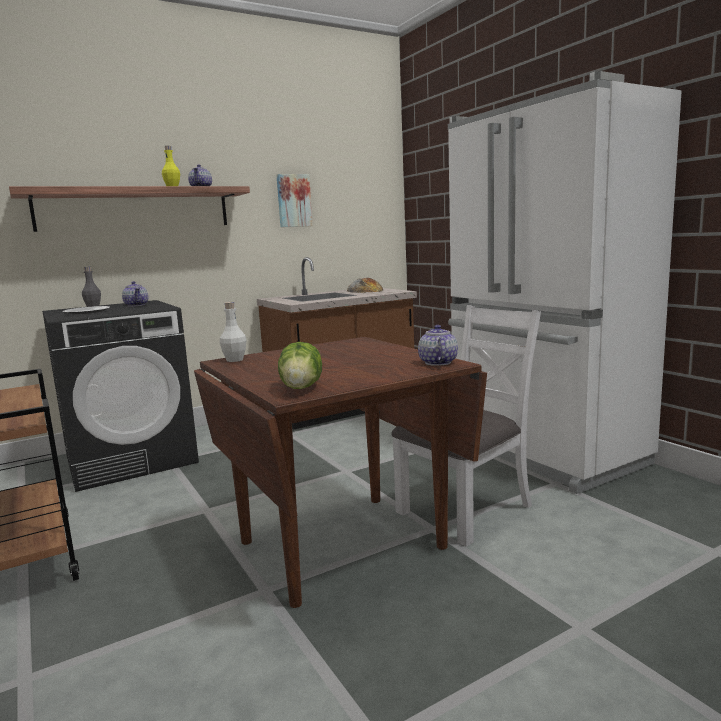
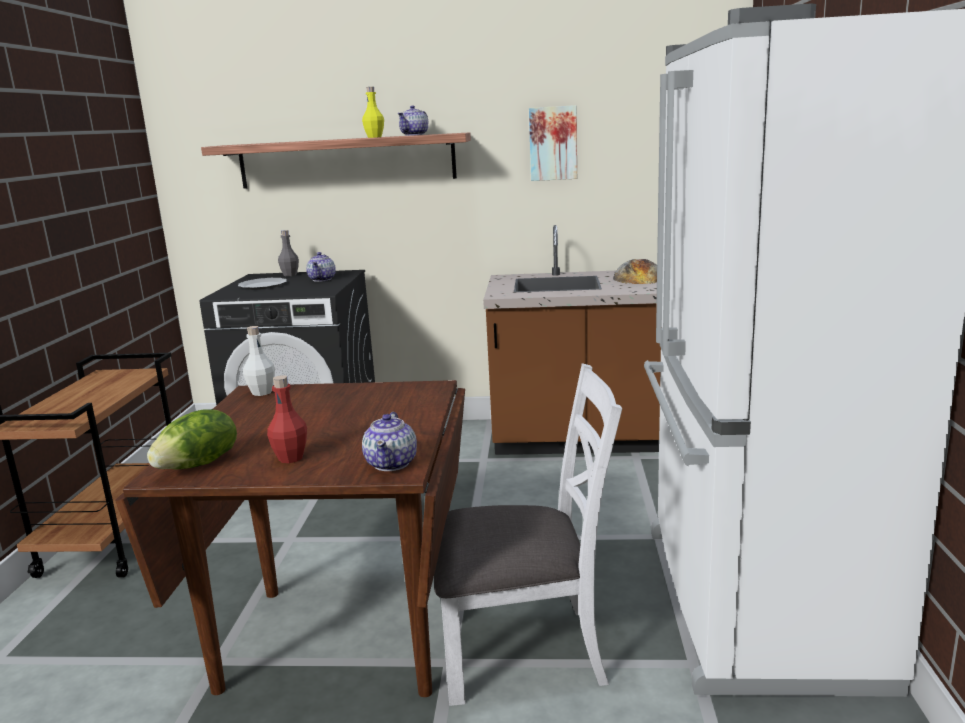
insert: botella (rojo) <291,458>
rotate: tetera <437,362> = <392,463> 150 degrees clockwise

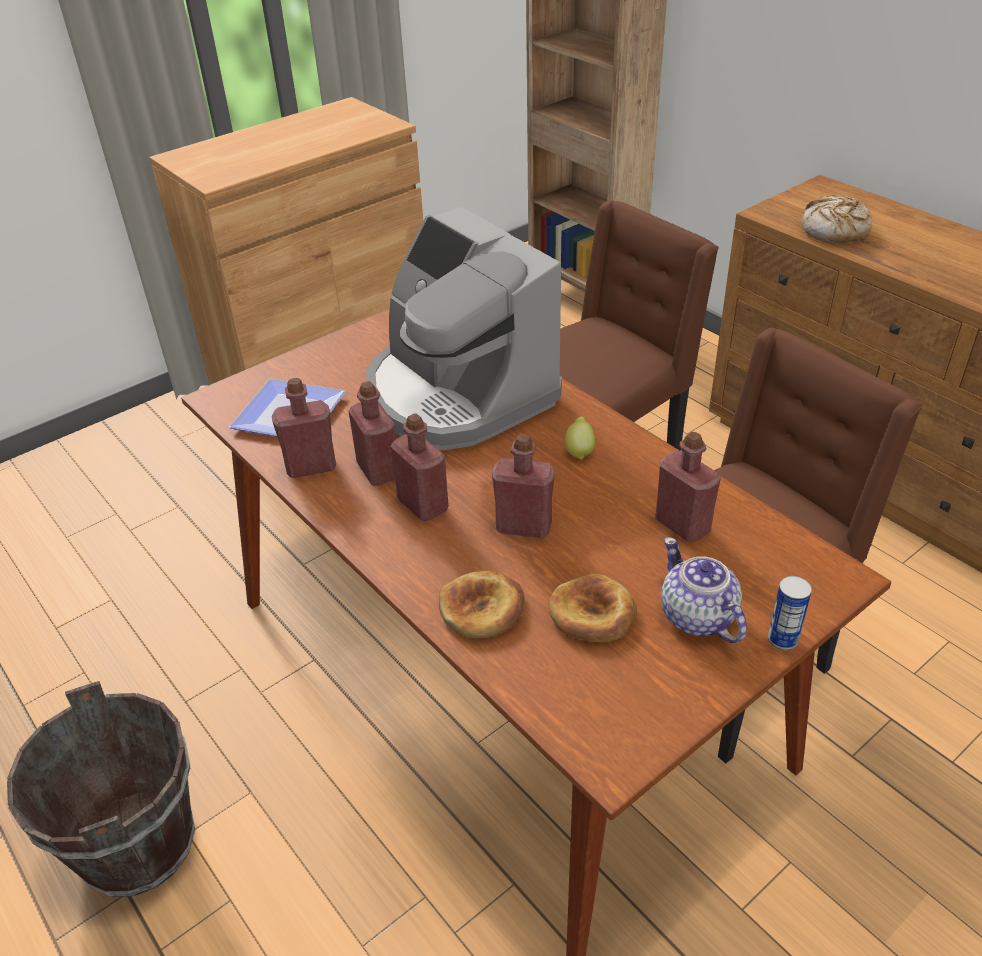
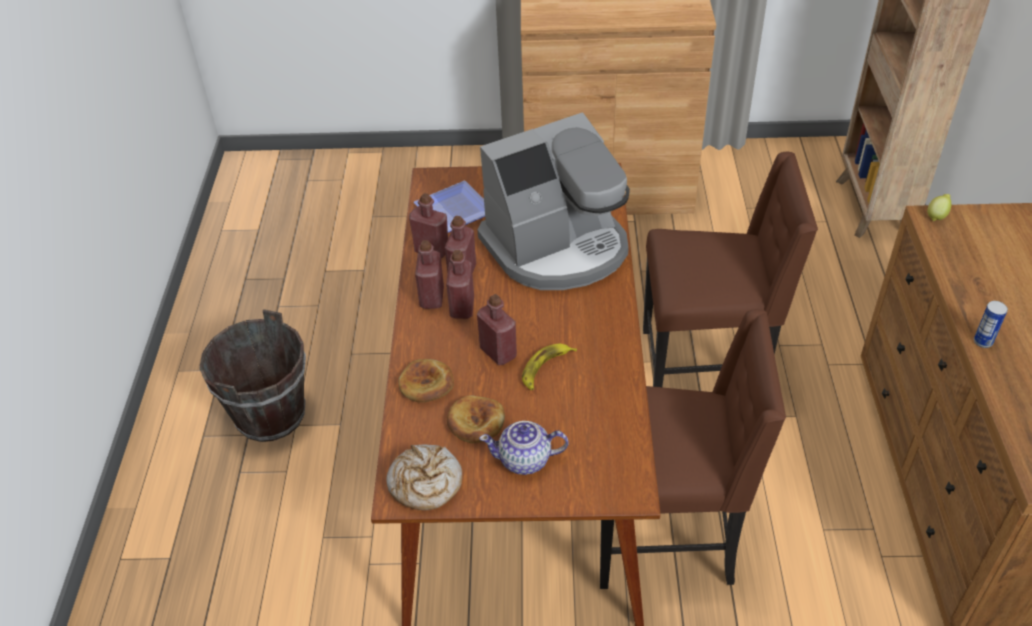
insert: plátano <545,368>
move: pan <834,230> to <425,483>; limón <579,451> to <937,216>; botella (rojo) <682,525> to <432,298>; lata <782,640> to <983,341>
rotate: cafetera <457,394> = <557,248> 120 degrees counterclockwise; tetera <697,617> = <525,460> 105 degrees counterclockwise

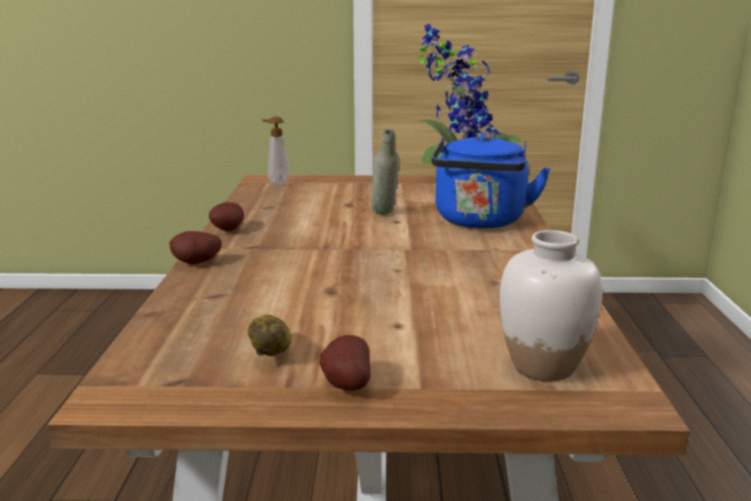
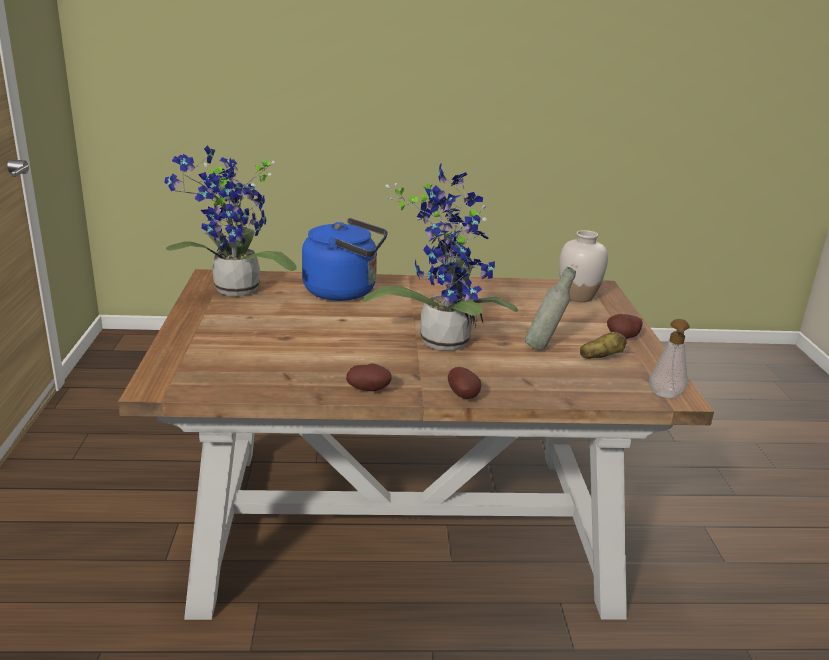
insert: planta en maceta <443,339>
move: dispensador de jabón <276,183> to <665,396>; botella (gris) <385,215> to <544,348>

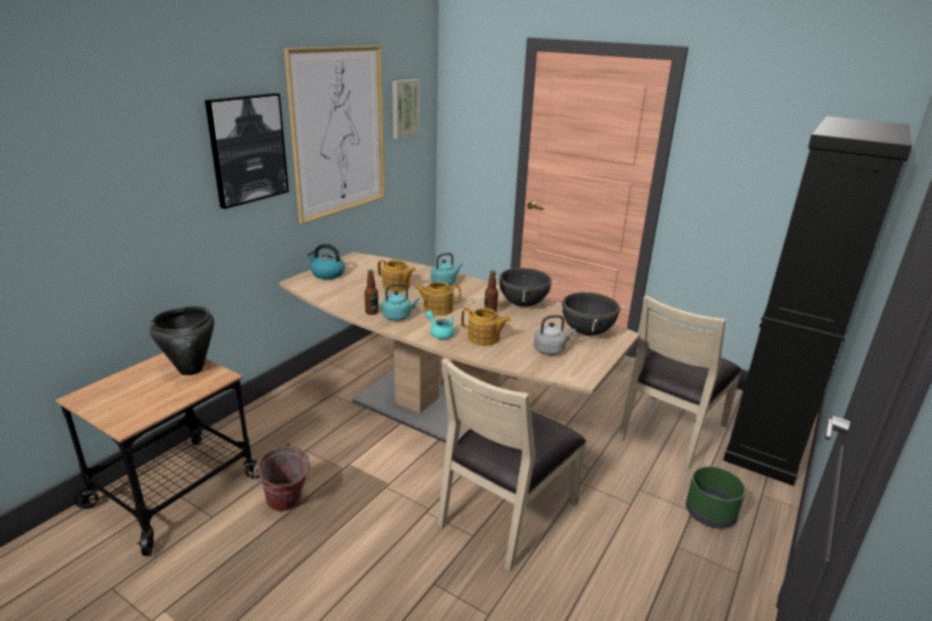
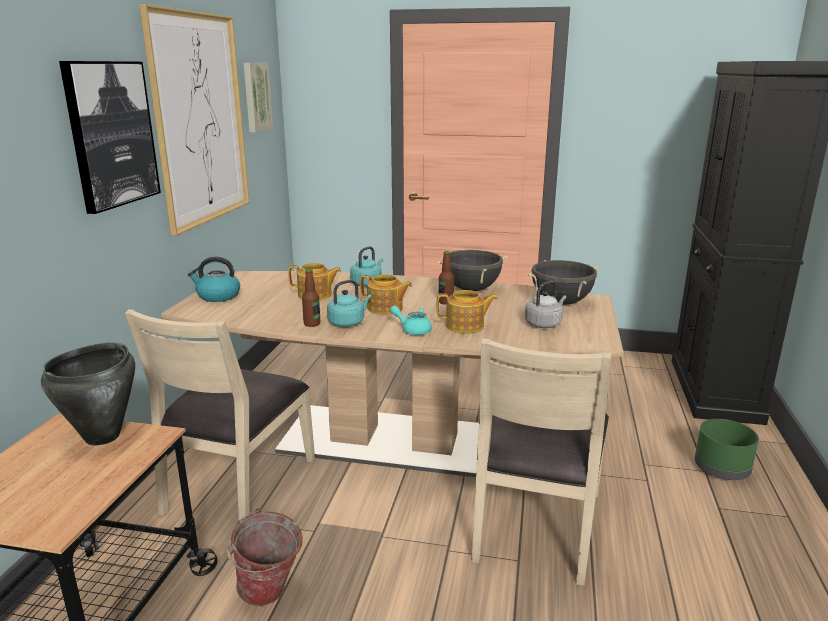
move: silla (beis) <670,431> to <238,485>
rotate: tetera <437,309> = <385,308> 135 degrees counterclockwise

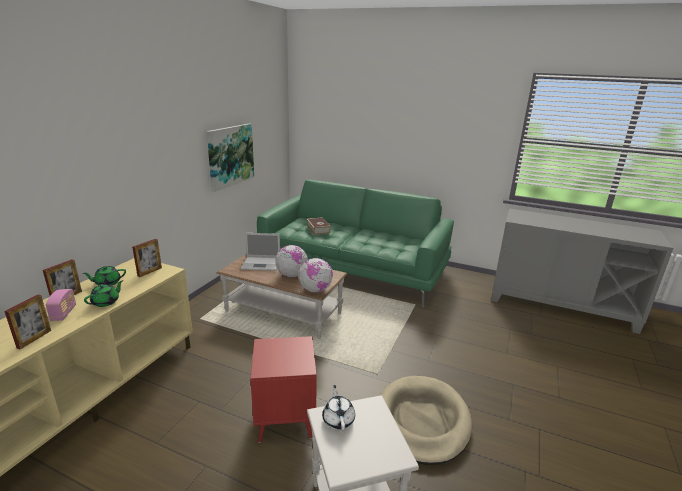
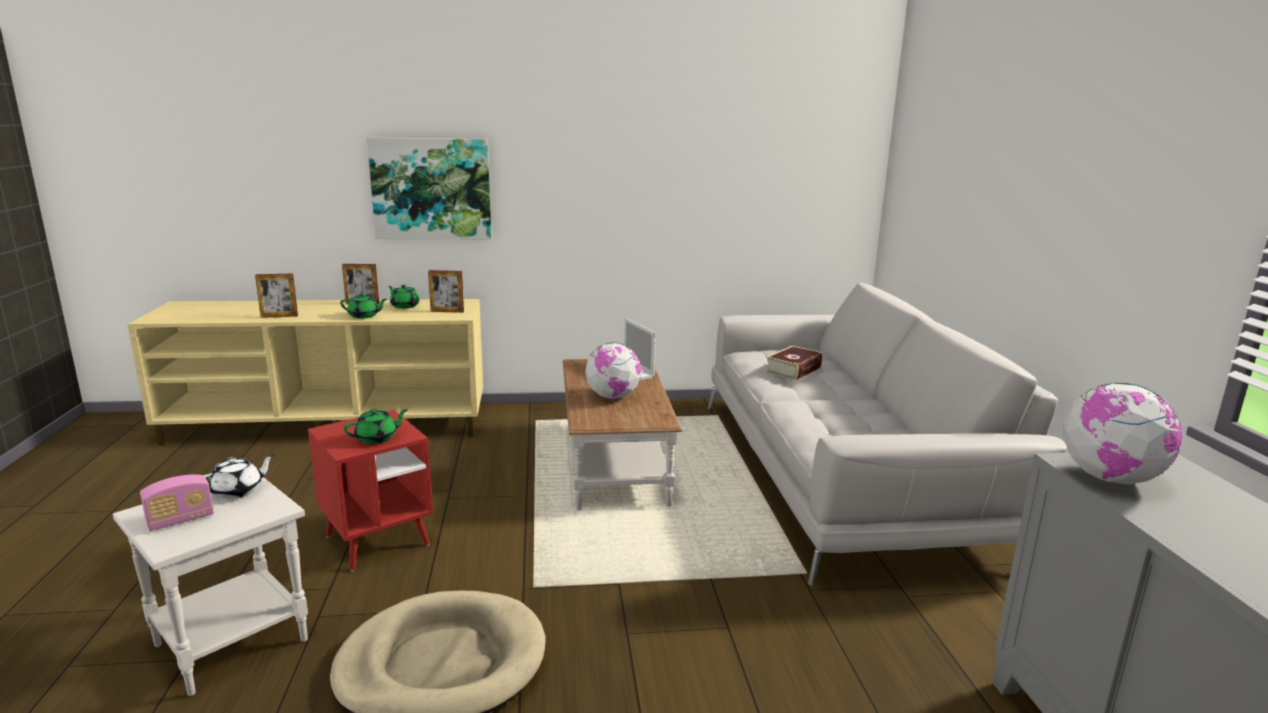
insert: tetera (verde) <377,438>
move: cuadro <230,156> to <431,189>; globo terráqueo <315,290> to <1110,478>; radio <64,313> to <180,520>
recolor: sofá (verde) <353,267> to sofá (gris) <842,475>

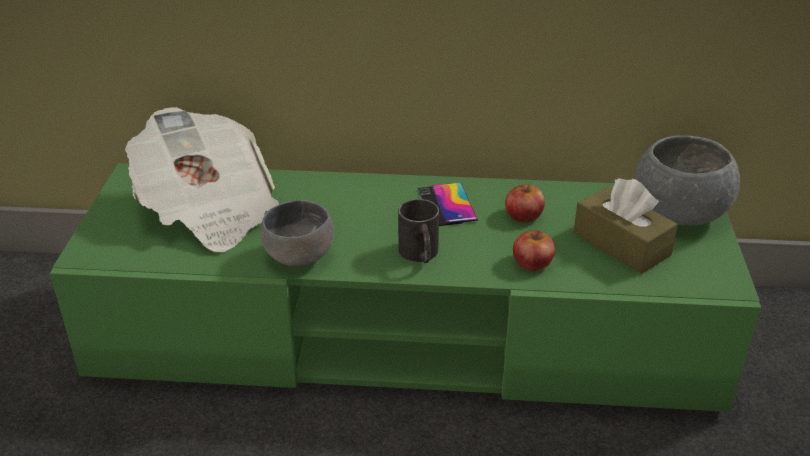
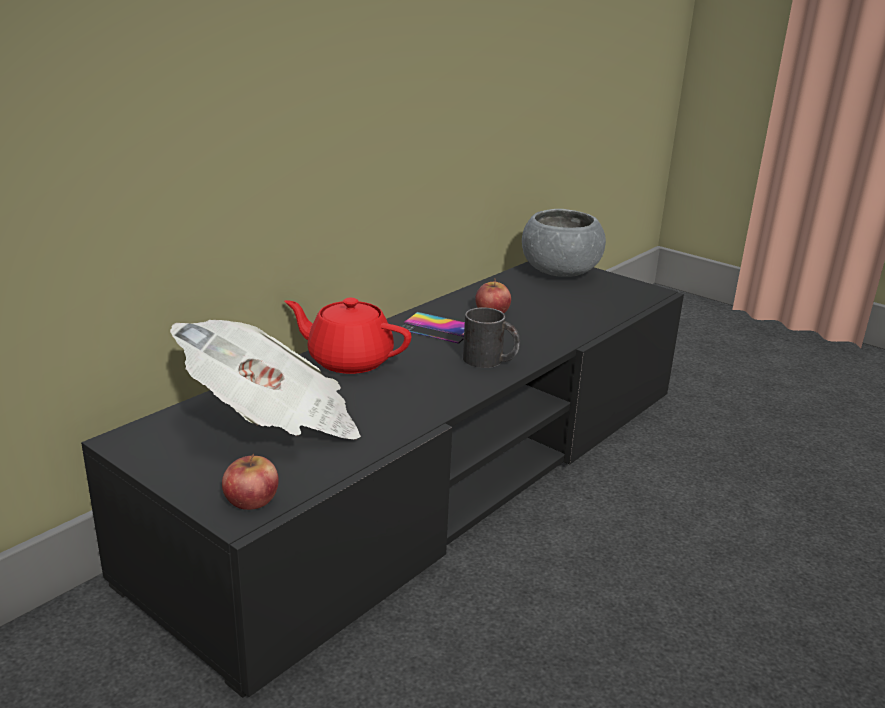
delete: caja de pañuelos (marrón) <621,244>; cuenco (gris) <297,258>
insert: tetera (rojo) <349,360>
move: manzana <532,262> to <251,499>
recolor: mueble de televisión (verde) <405,334> to mueble de televisión (negro) <437,476>

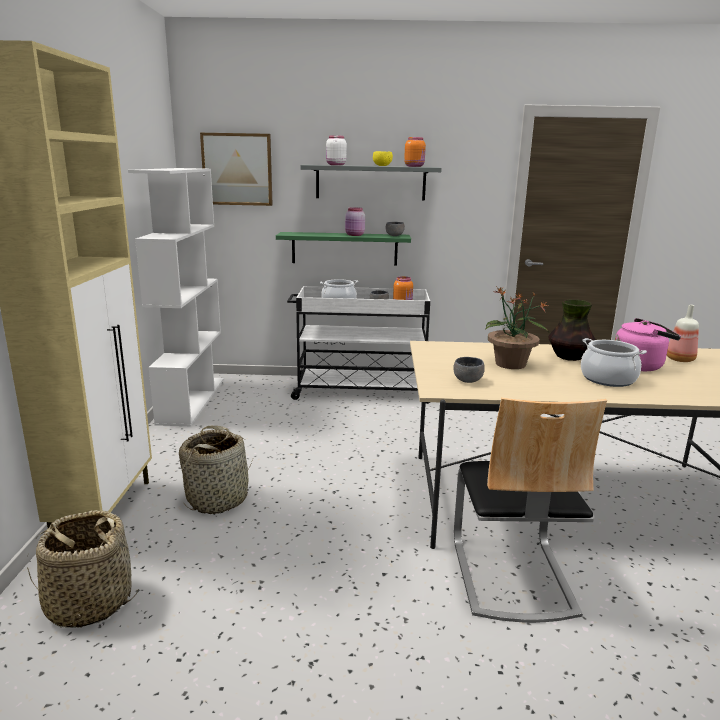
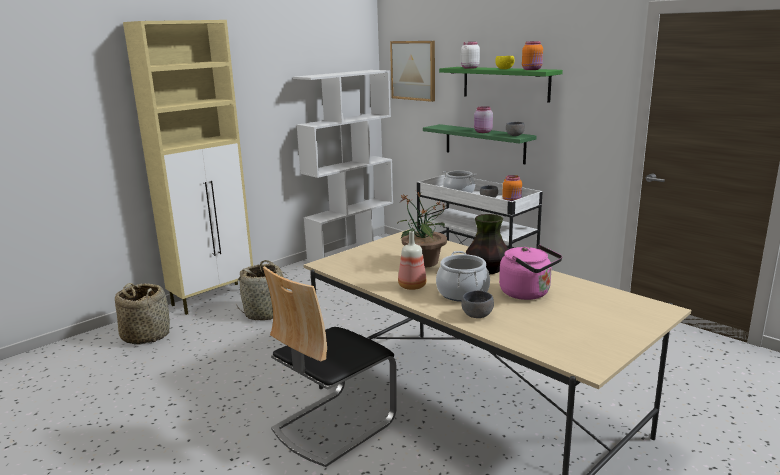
move: botella <680,360> to <411,286>; cuenco (gris) <467,381> to <476,316>
recolor: estante (gris) <370,182> to estante (verde) <505,83>

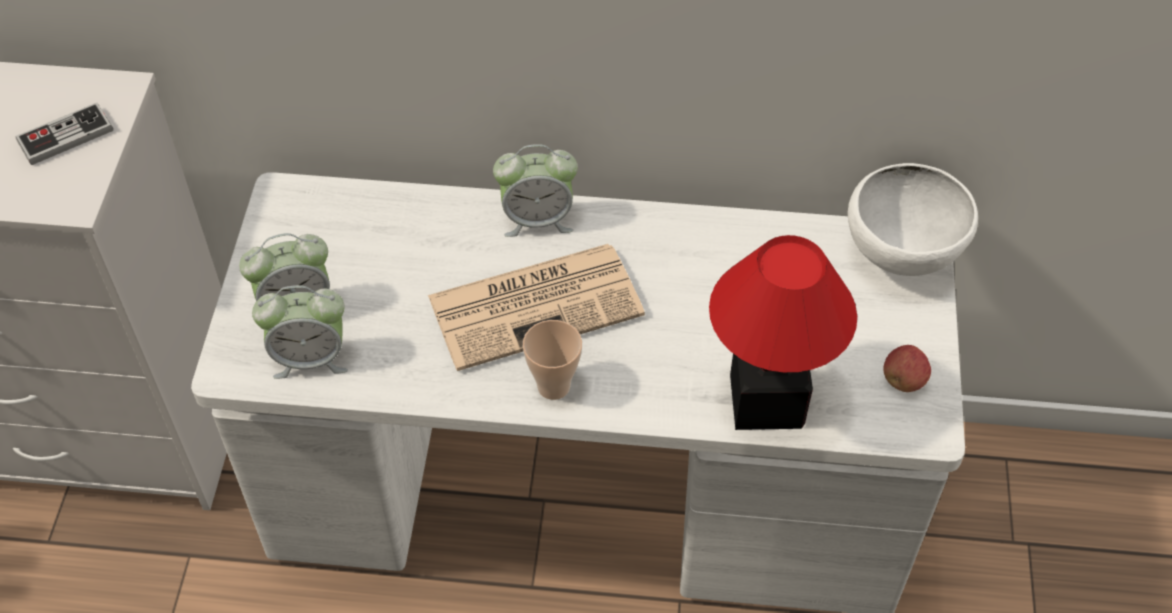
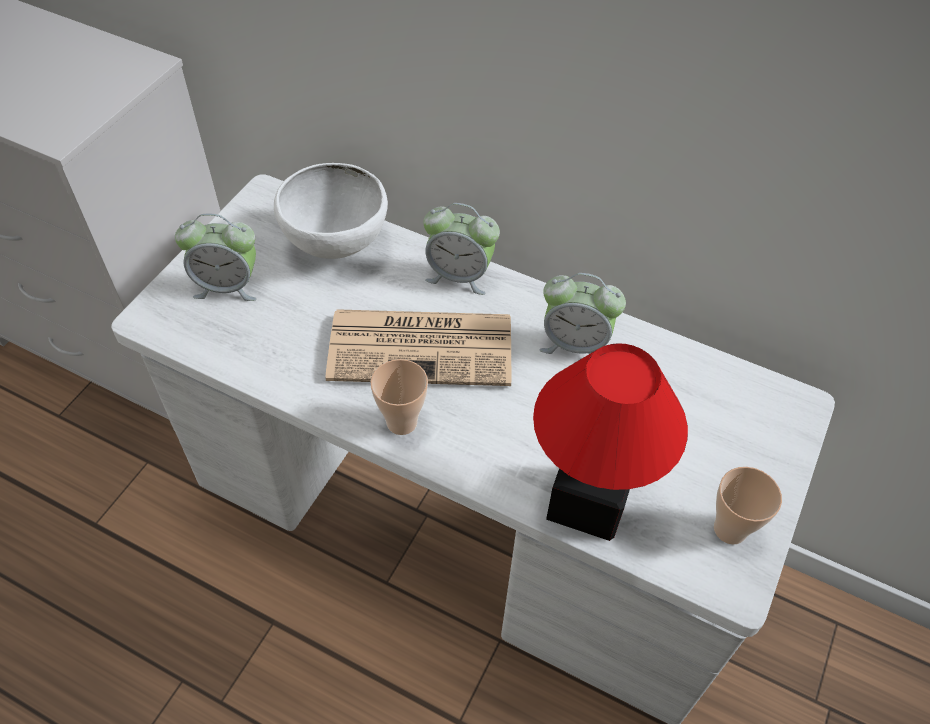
delete: mando de consola <65,136>
move: cuenco (blanco) <901,256> to <336,246>; despertador <310,358> to <575,344>
replace: manzana <903,380> to taza <730,529>

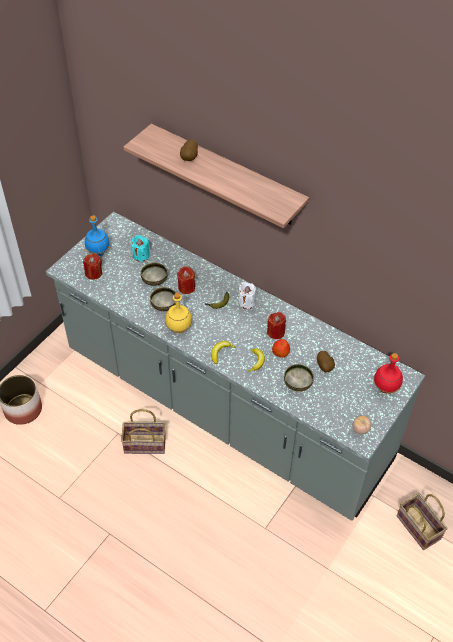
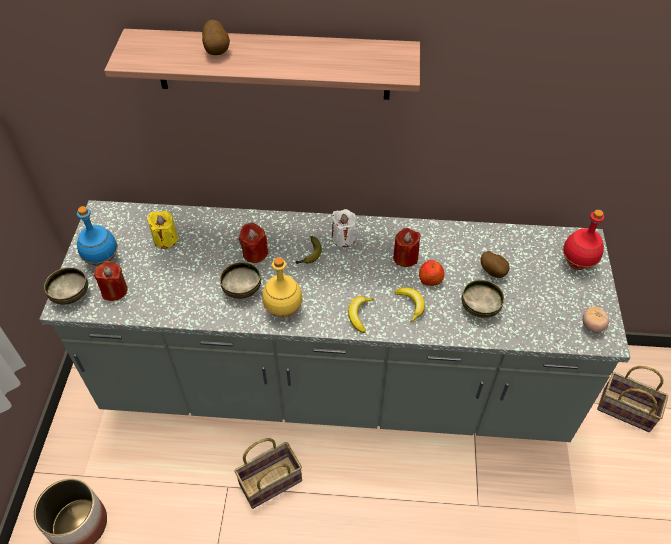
move: cuenco <154,281> to <70,295>
recolor: vela (turquesa) <141,255> to vela (amarillo) <165,239>

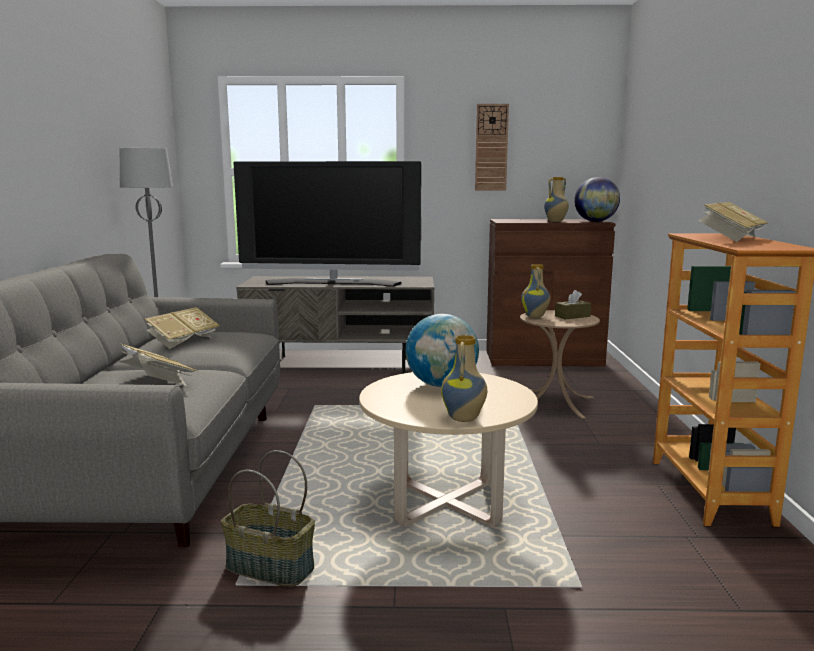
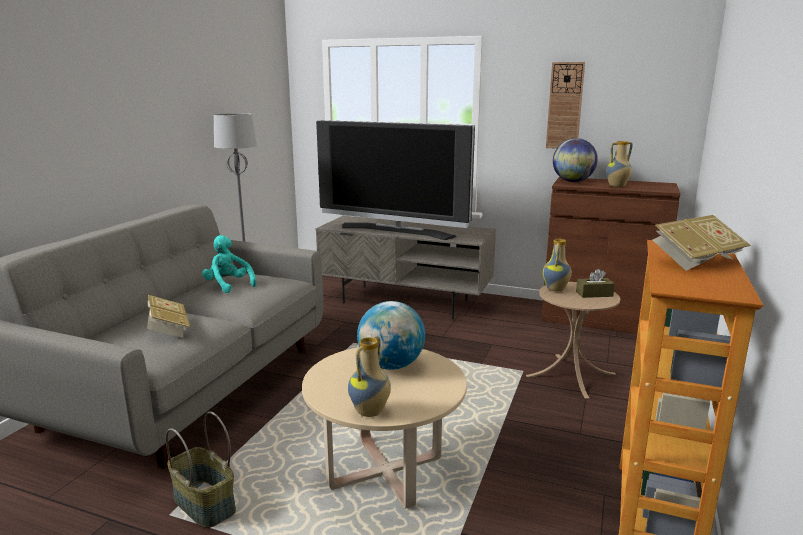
move: globo terráqueo <595,221> to <573,181>
replace: libro <183,341> to peluche (turquesa) <228,285>

